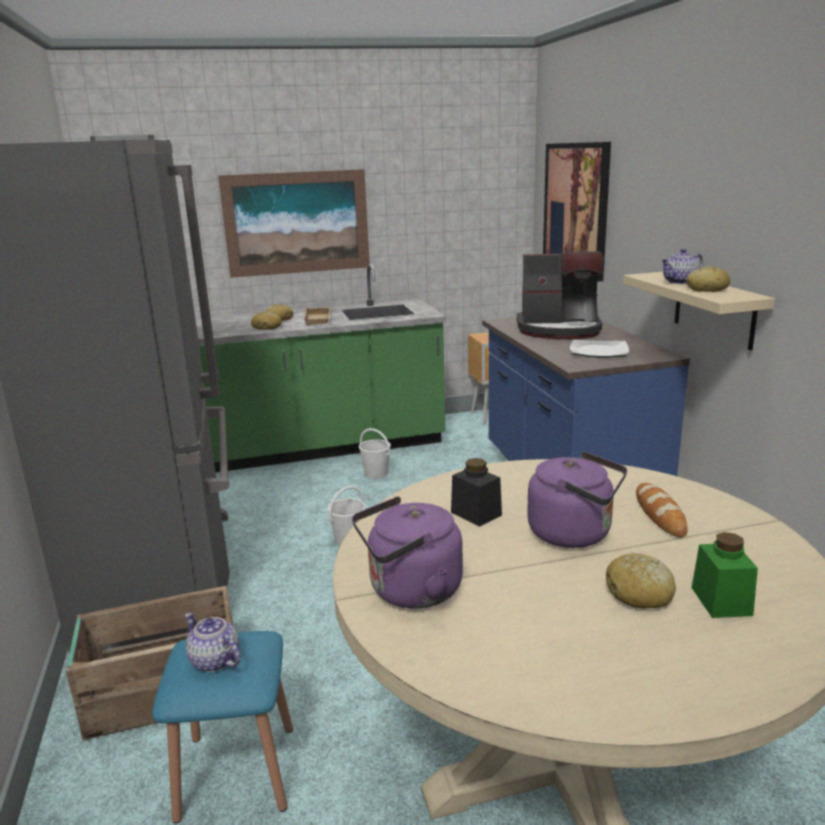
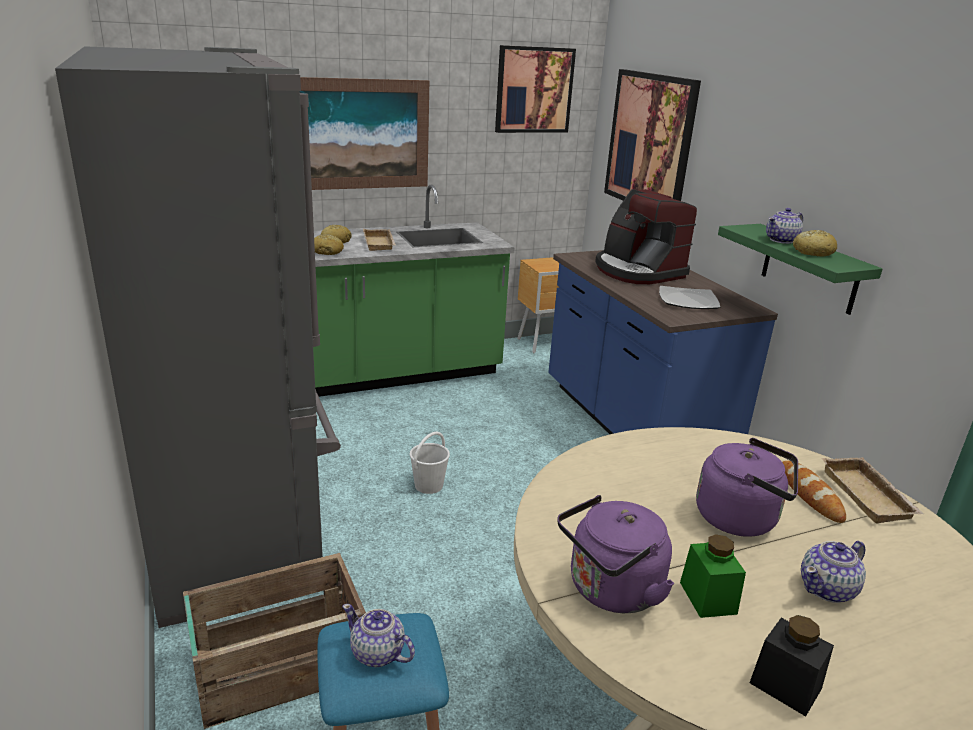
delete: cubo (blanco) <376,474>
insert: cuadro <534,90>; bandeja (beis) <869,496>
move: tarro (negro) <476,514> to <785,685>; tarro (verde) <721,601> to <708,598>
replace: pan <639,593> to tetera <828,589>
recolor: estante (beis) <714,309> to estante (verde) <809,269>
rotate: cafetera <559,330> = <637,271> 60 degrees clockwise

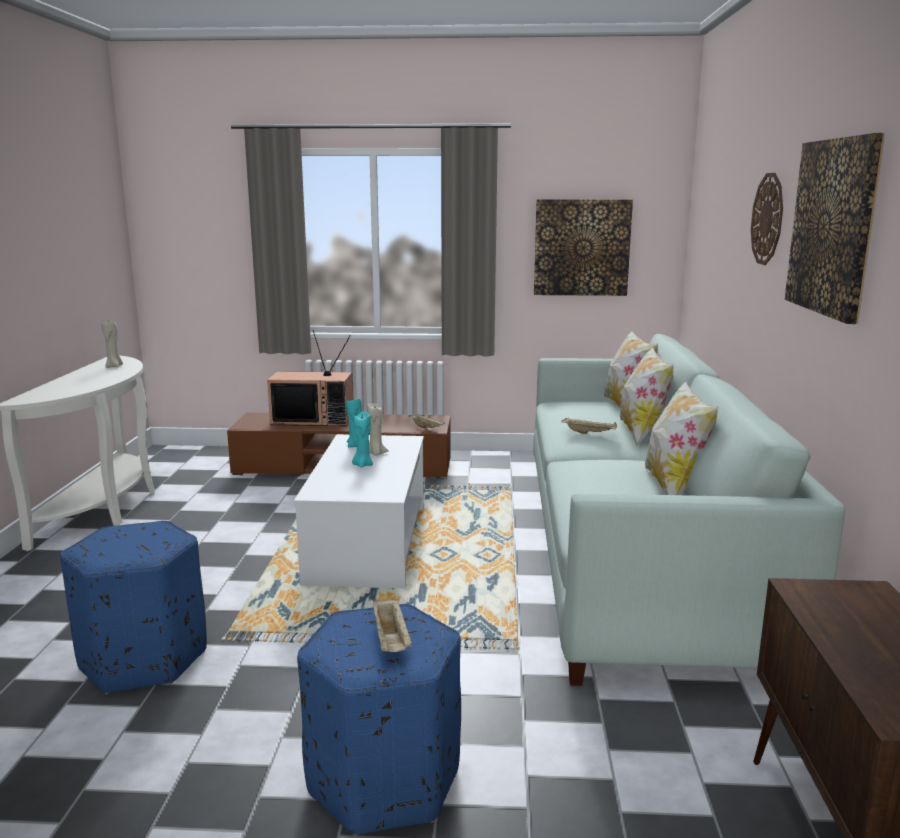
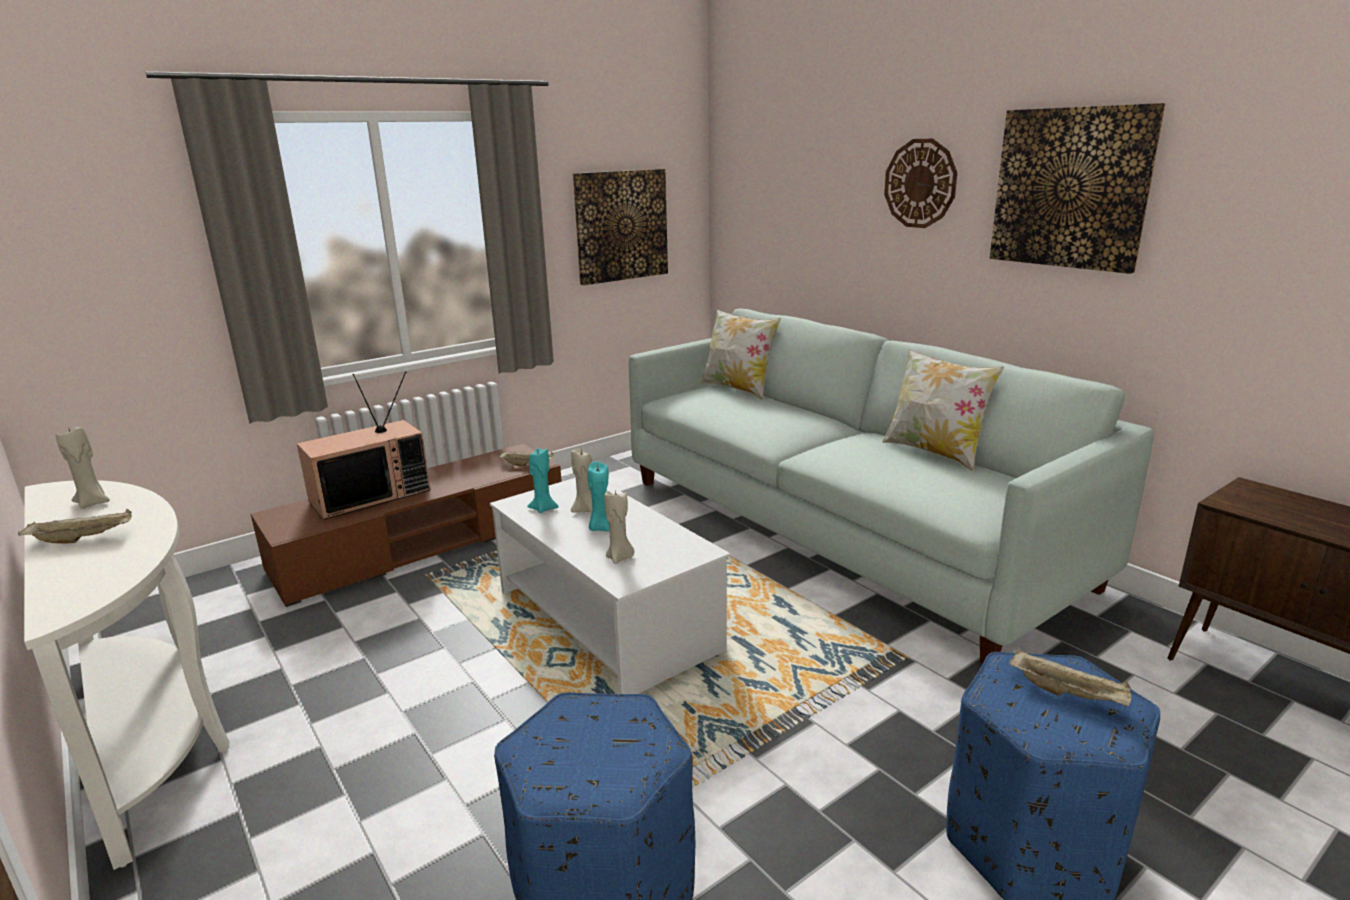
delete: cojín <642,432>
insert: vela (beis) <620,558>
move: bandeja (beis) <590,433> to <84,538>

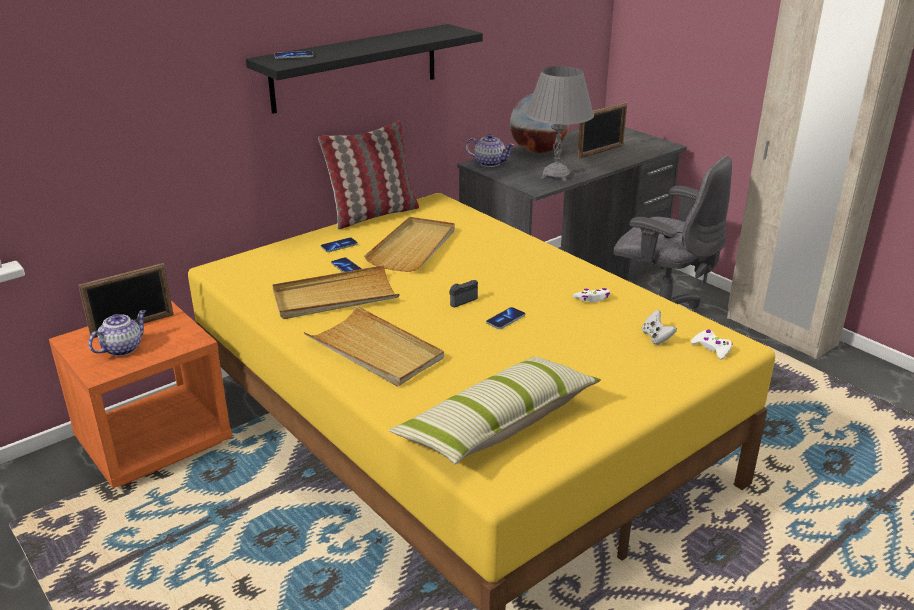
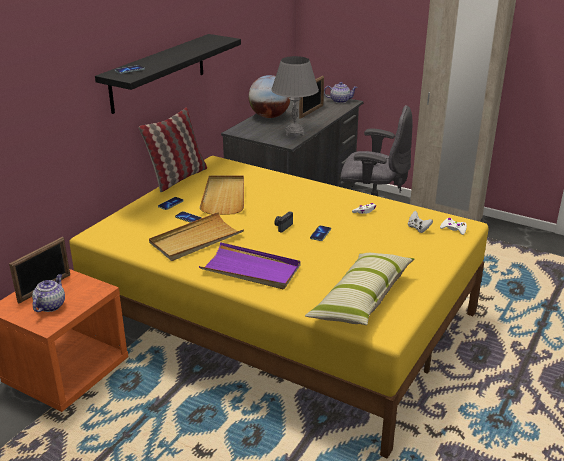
move: tetera <489,163> to <339,101>
recolor: bandeja (beis) <375,350> to bandeja (morado) <251,269>

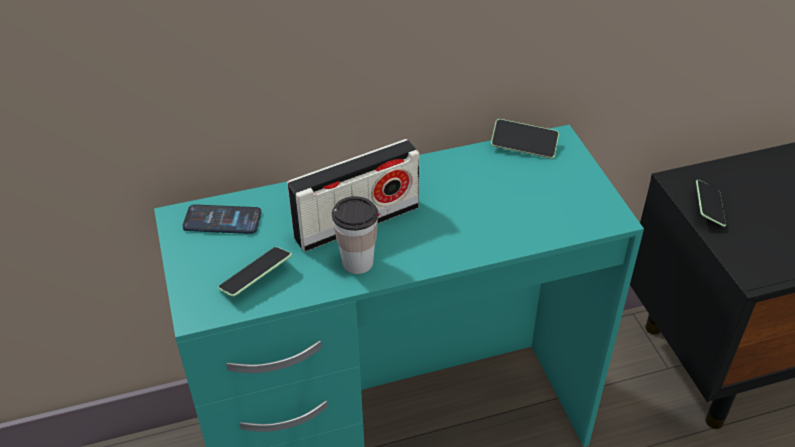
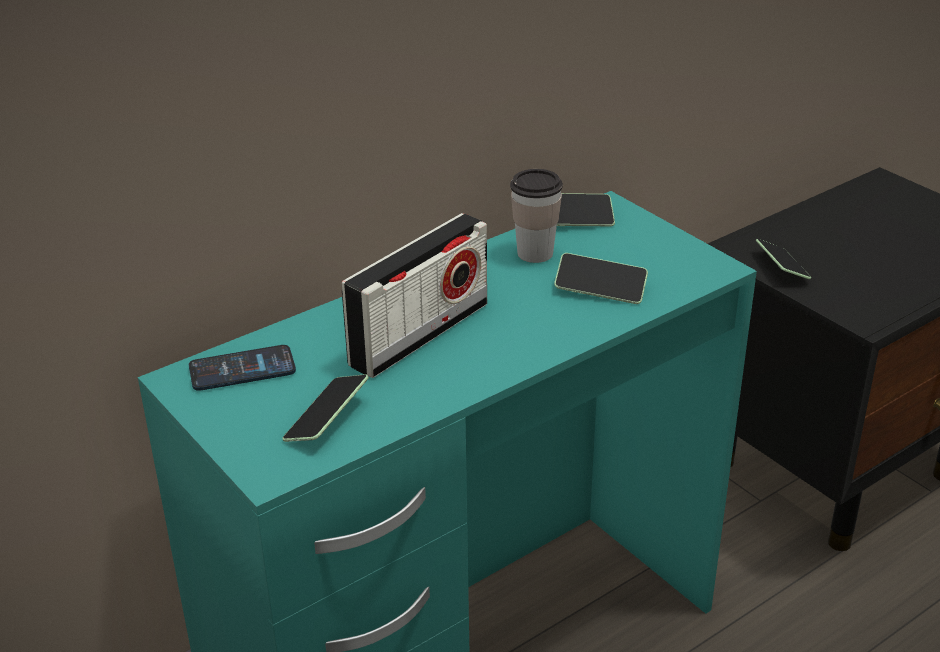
insert: móvil <600,289>
move: taza <357,262> to <535,253>

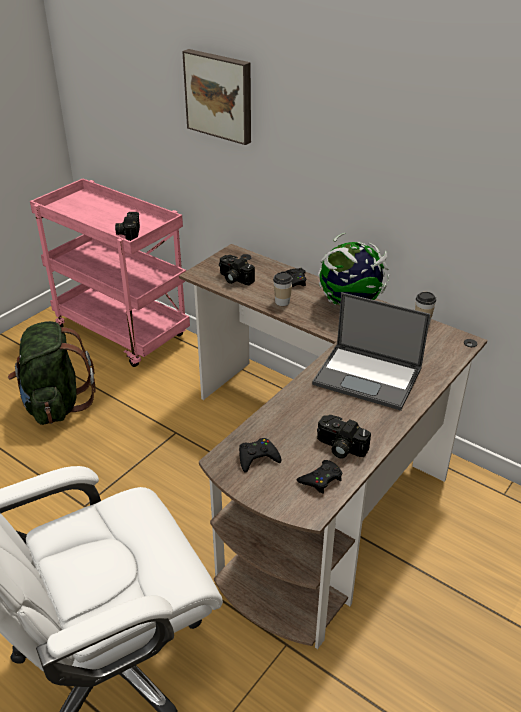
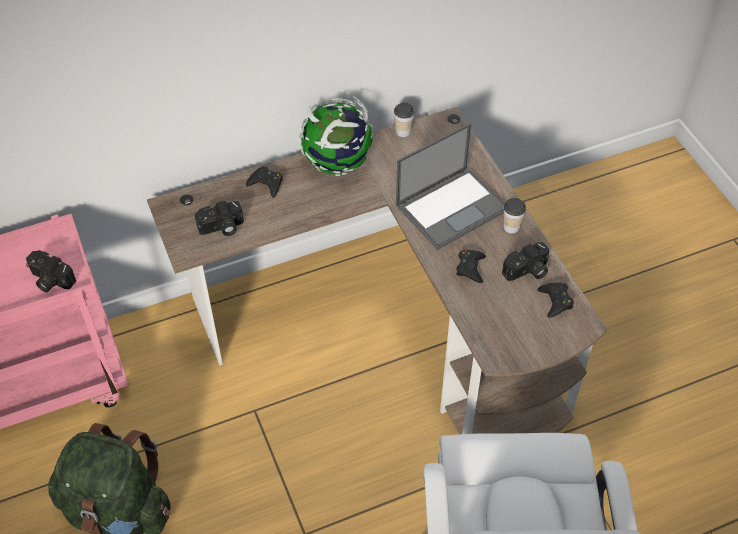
delete: cuadro <220,95>
move: taza <282,302> to <511,227>; mando de consola (negro) <257,458> to <470,268>

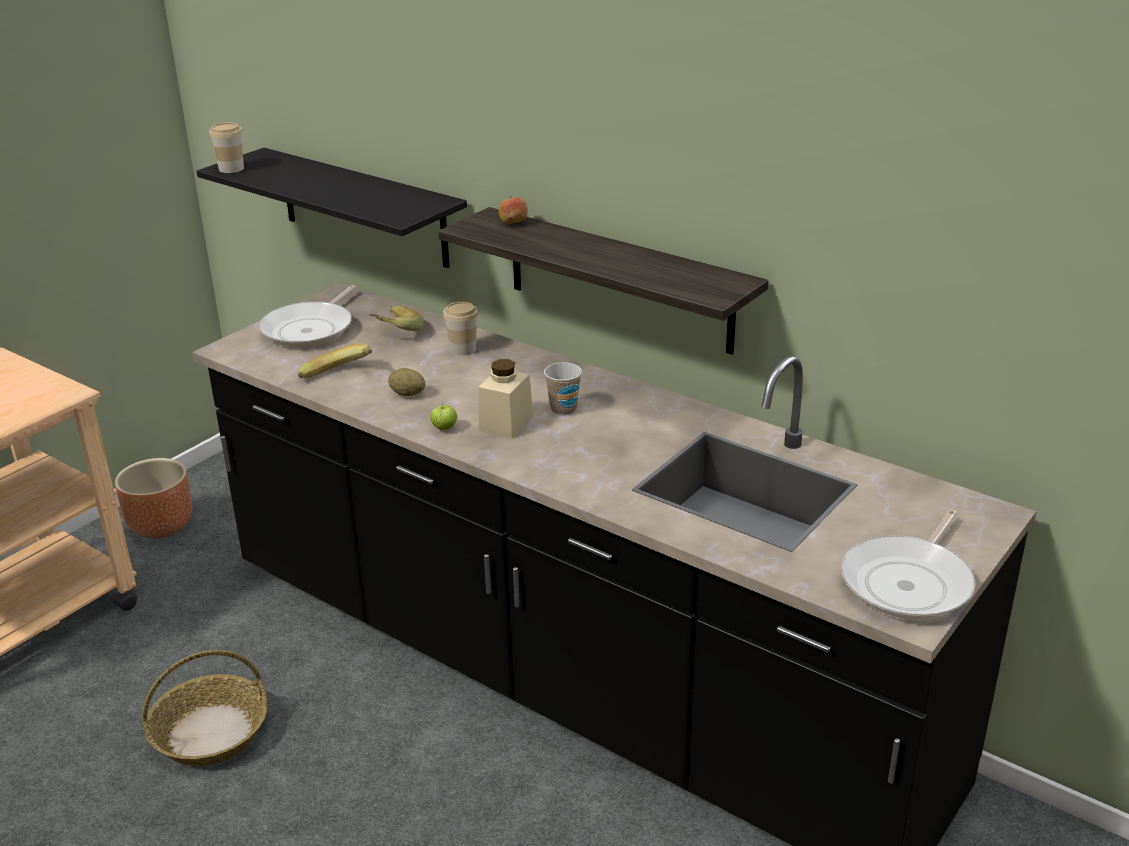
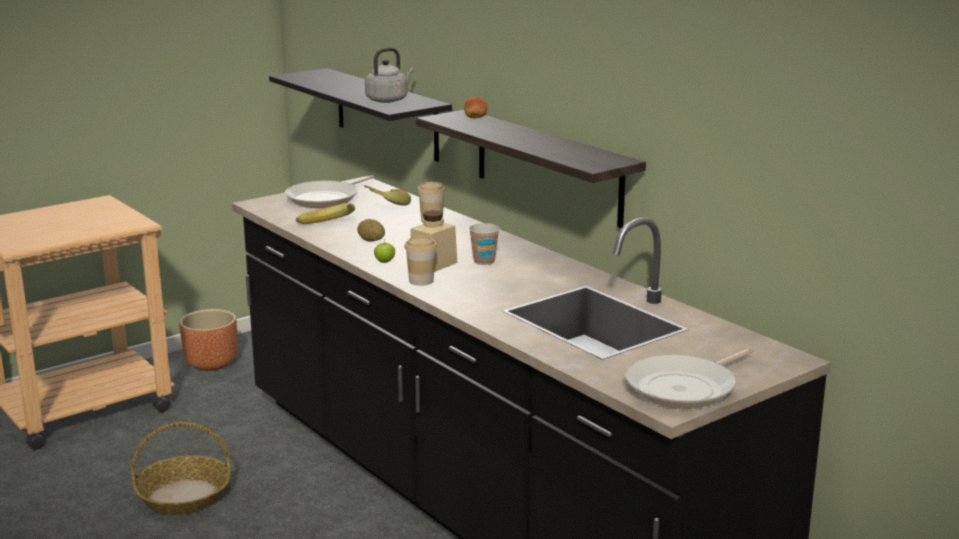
insert: hervidor (gris) <388,100>
move: taza <231,169> to <421,281>

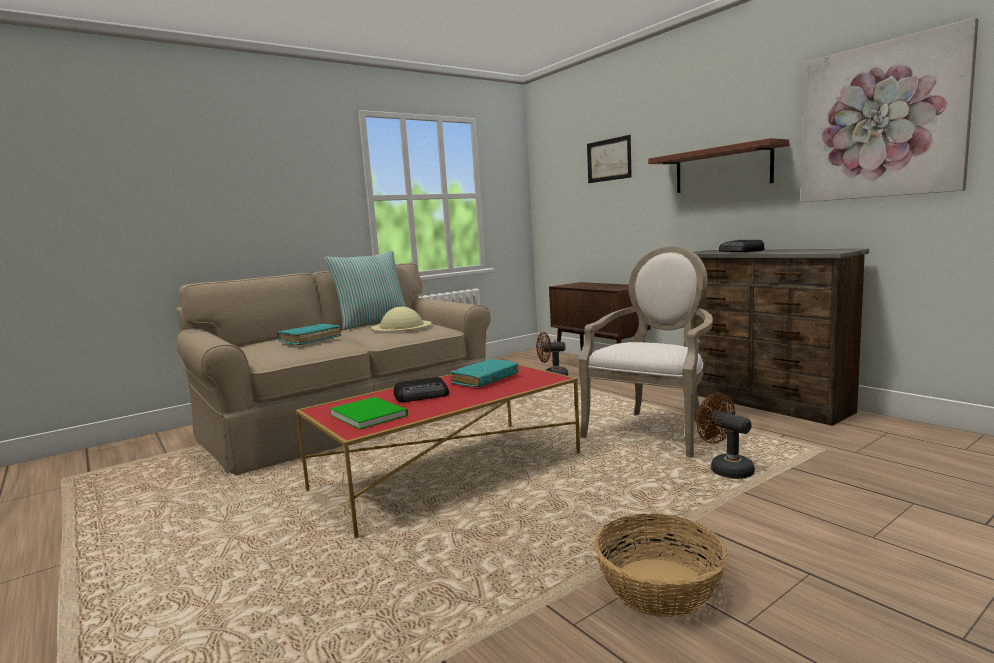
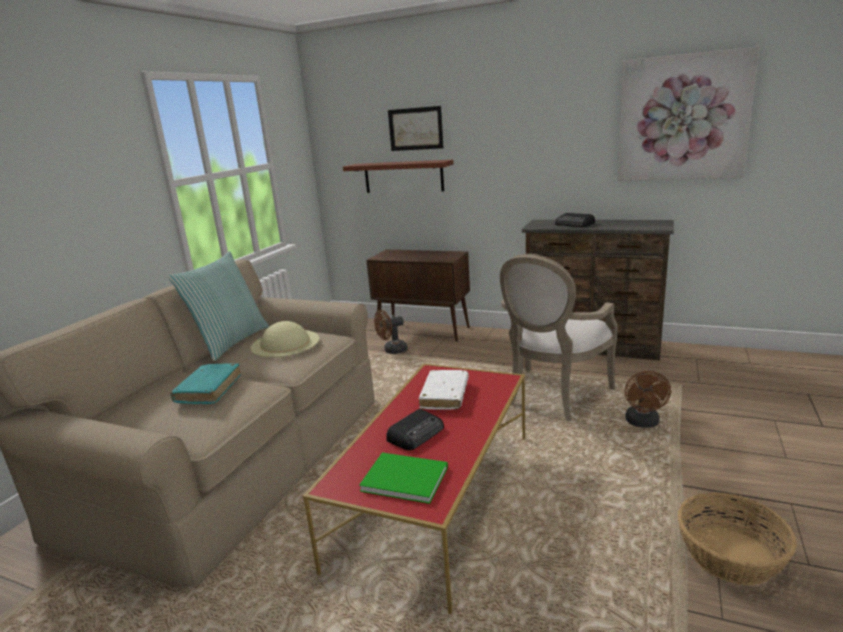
move: estante <722,169> to <403,177>
recolor: libro (turquesa) <485,380> to libro (blanco) <445,395>
rotate: sillón <654,431> = <551,397> 150 degrees counterclockwise; ventilador (marrón) <725,469> = <643,423> 105 degrees counterclockwise

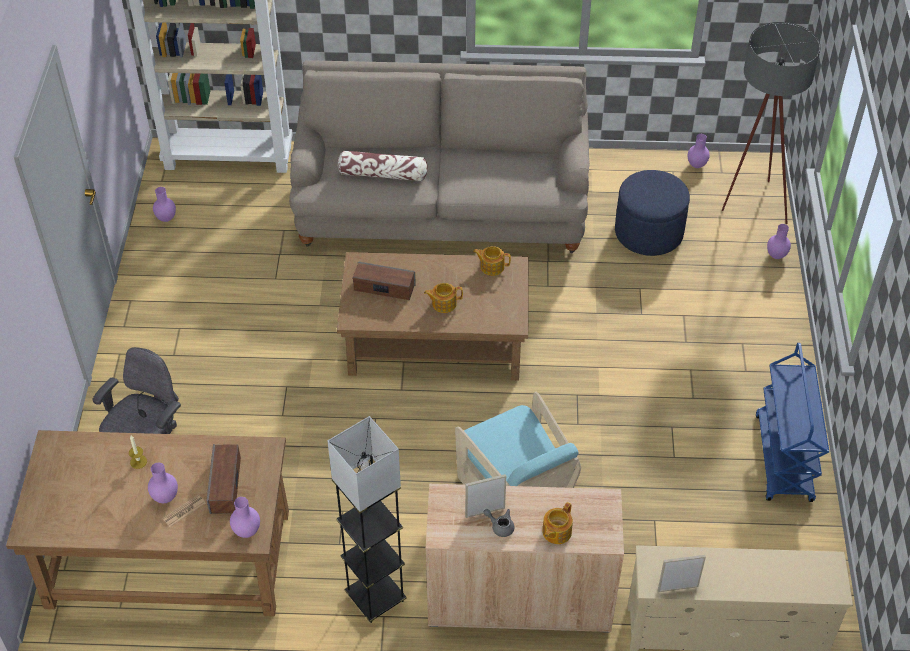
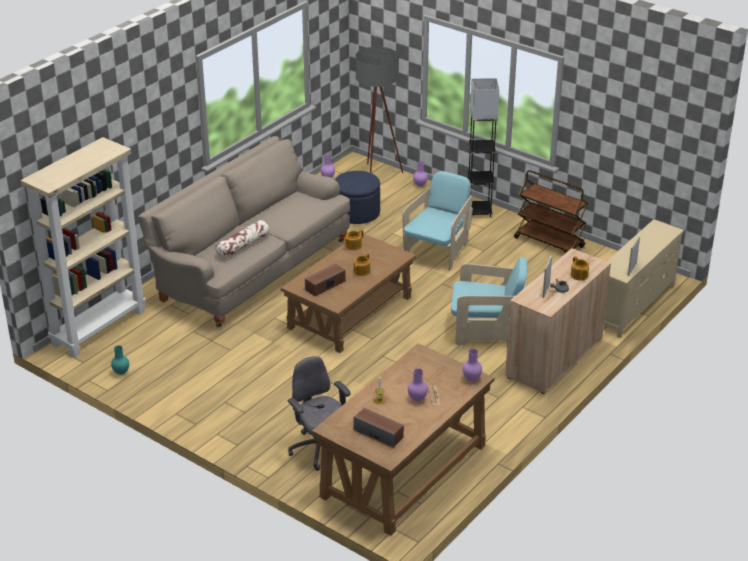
insert: sillón (turquesa) <438,251>
move: lámpara de pie (gris) <376,597> to <478,211>; altavoz <225,485> to <378,433>
recolor: florero (morado) <166,218> to florero (turquesa) <120,373>; carrito (azul) <784,459> to carrito (marrón) <549,243>

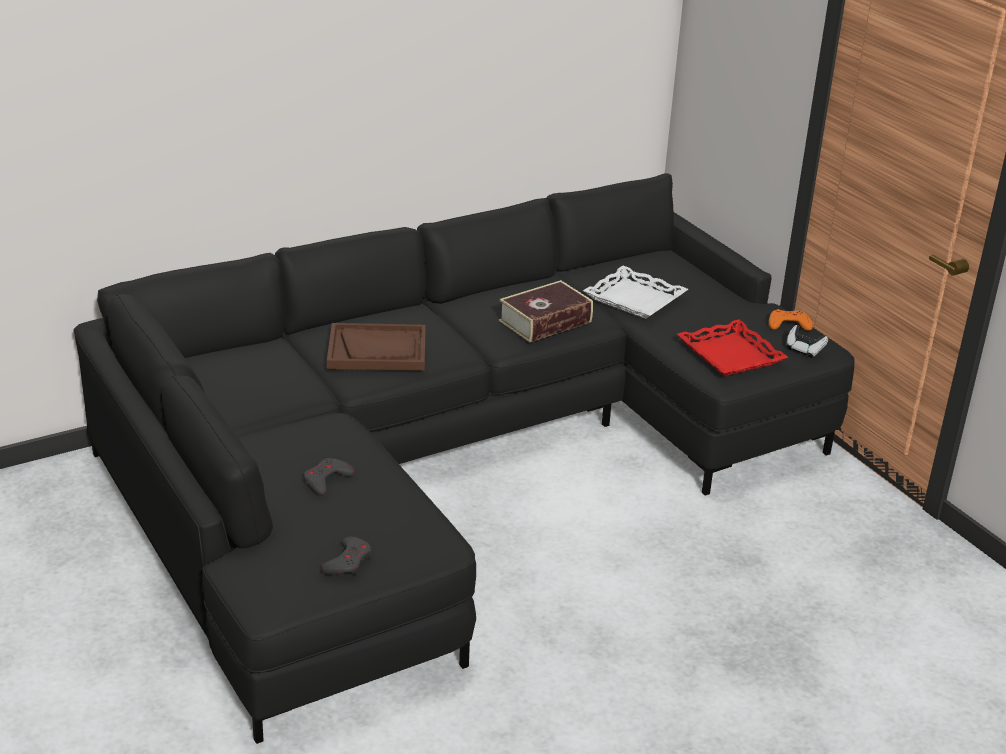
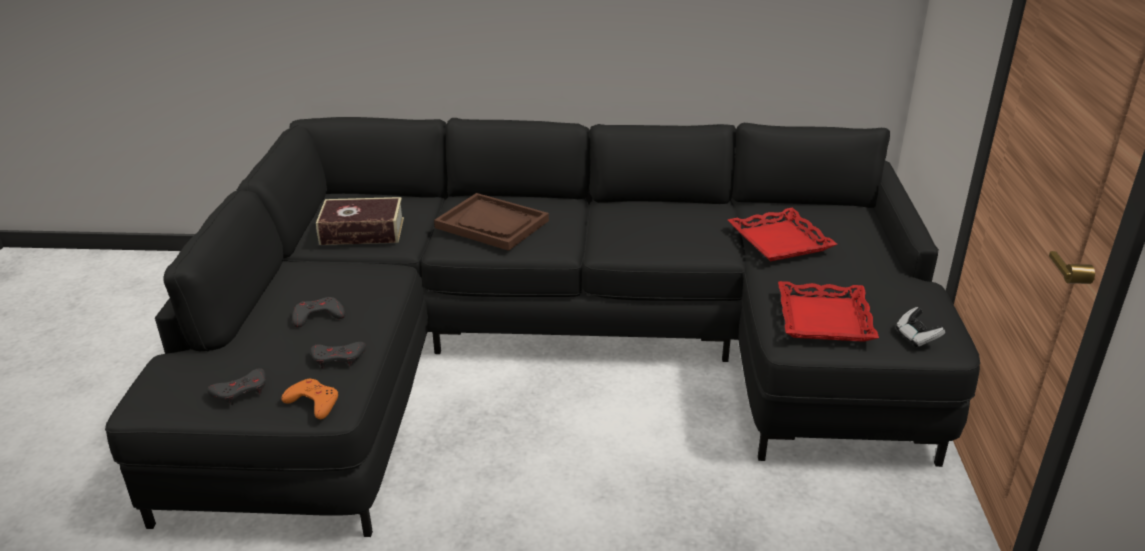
insert: mando de consola (gris) <338,358>
move: libro <545,321> to <362,231>; mando de consola (naranja) <788,324> to <313,402>
recolor: bandeja (blanco) <634,299> to bandeja (rojo) <779,241>

